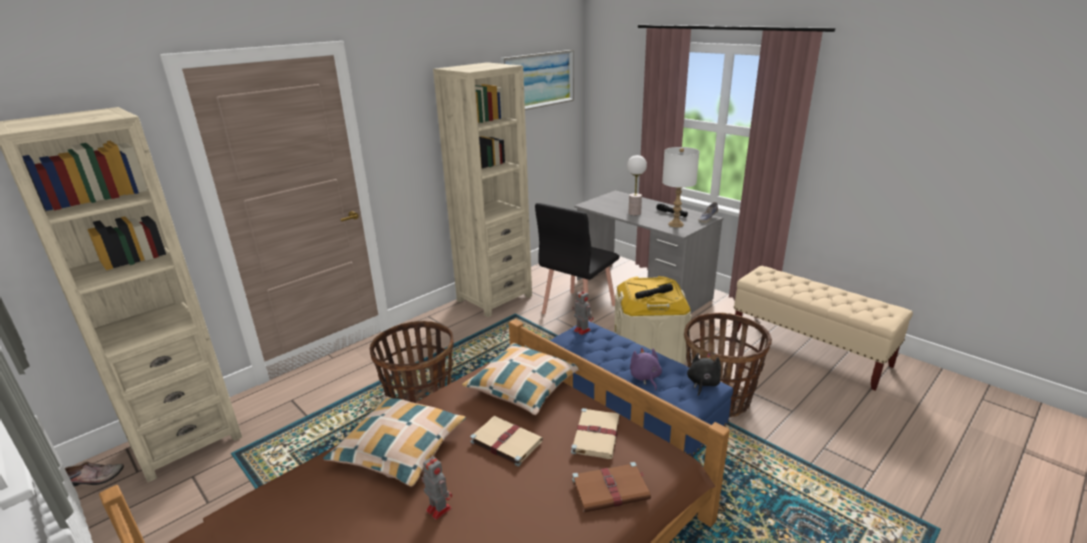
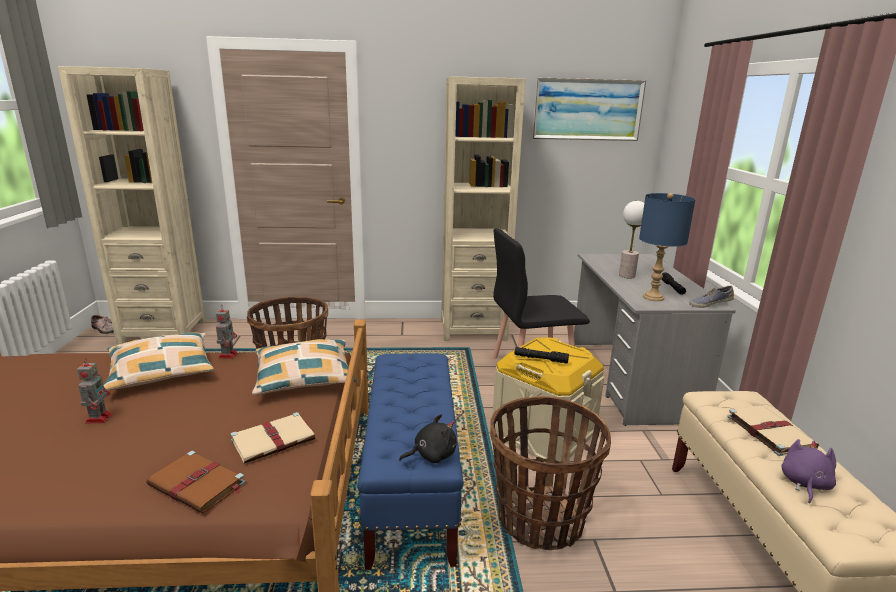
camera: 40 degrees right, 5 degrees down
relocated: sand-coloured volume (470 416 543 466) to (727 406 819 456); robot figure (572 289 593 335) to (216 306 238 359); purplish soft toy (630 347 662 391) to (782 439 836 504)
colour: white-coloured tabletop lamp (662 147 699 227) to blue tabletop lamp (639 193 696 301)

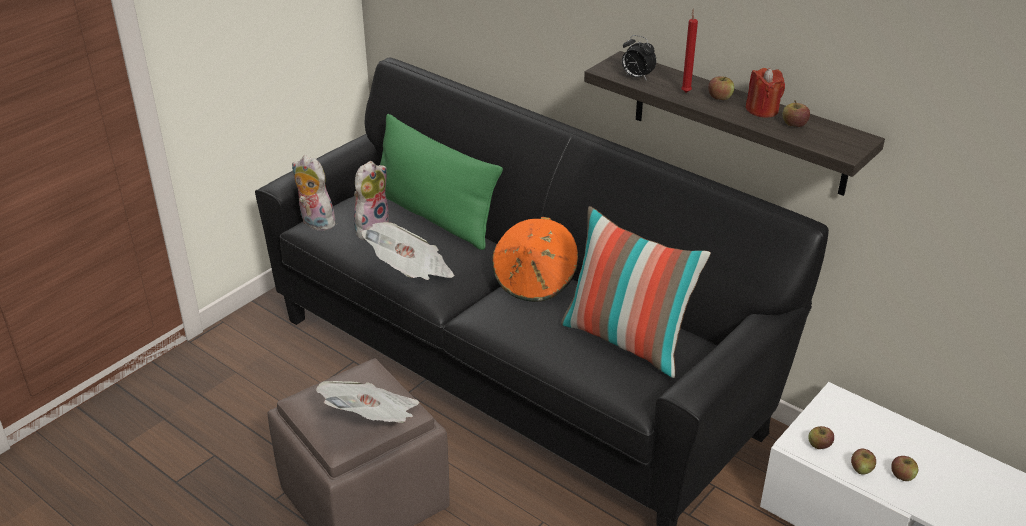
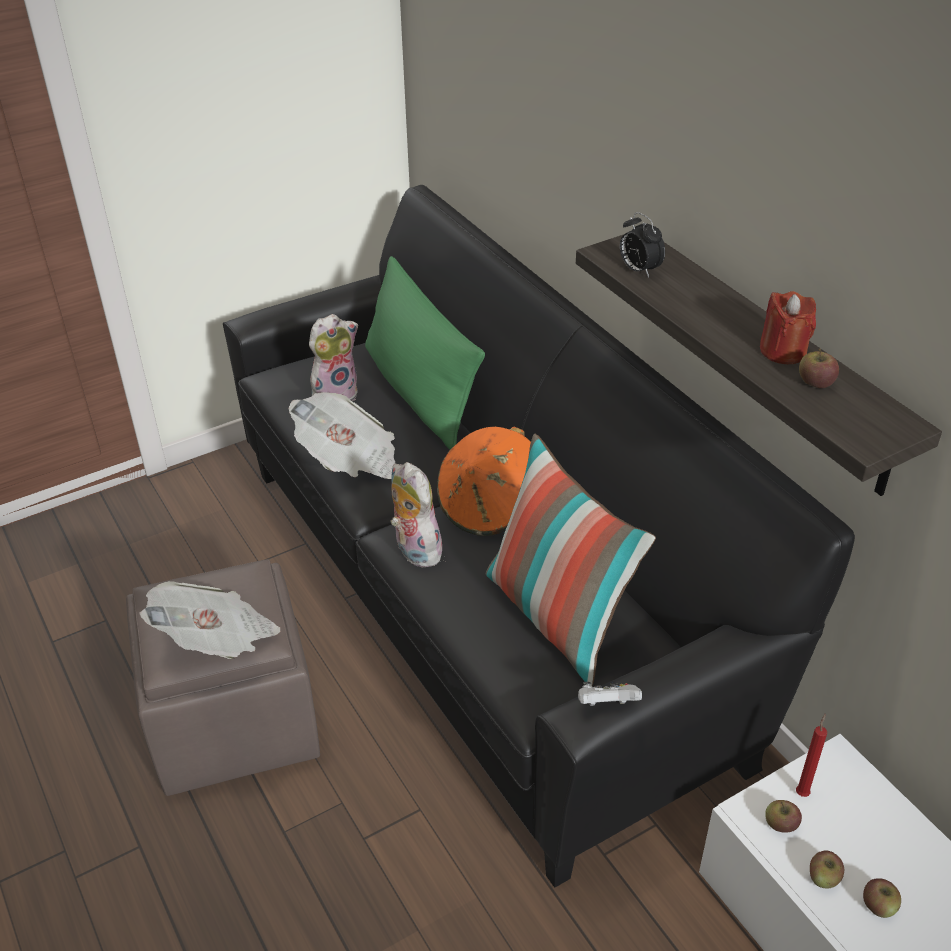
camera: 20 degrees right, 5 degrees up
missing: apple (708 76 734 100)
appeared: white-coloured game controller (578 682 642 706)
relocated: soft toy (292 155 337 231) to (391 462 442 567); red candle (681 9 698 93) to (796 714 827 797)

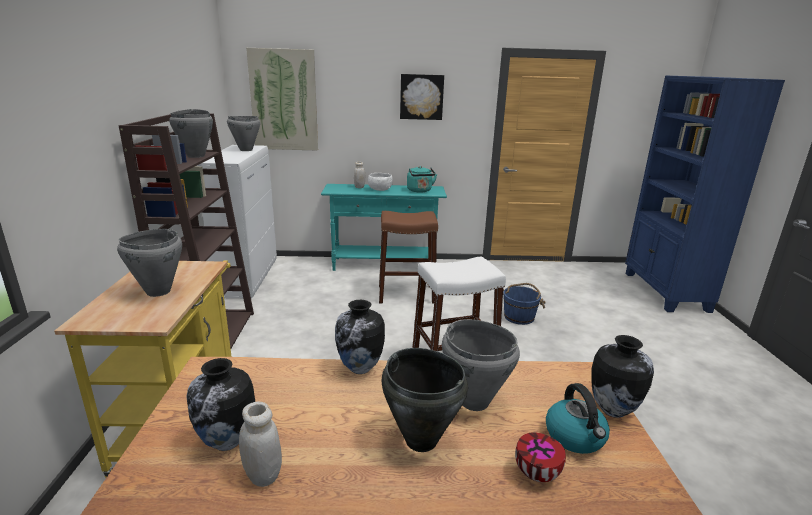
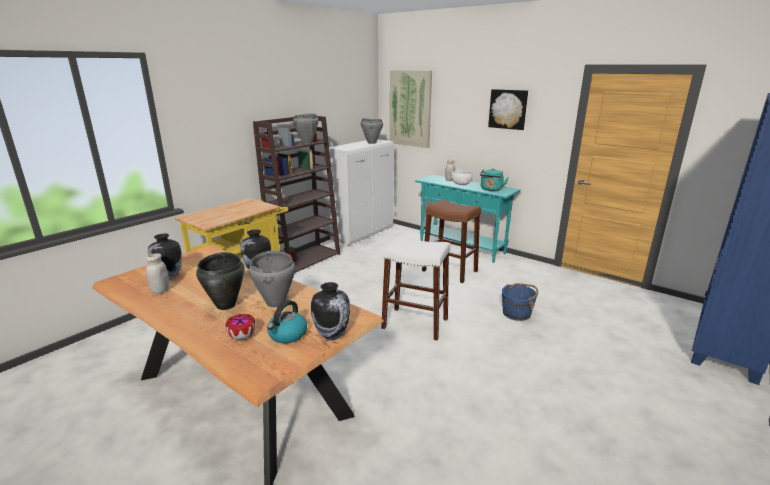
camera: 40 degrees right, 0 degrees up
missing: gray stockpot (117 229 182 297)

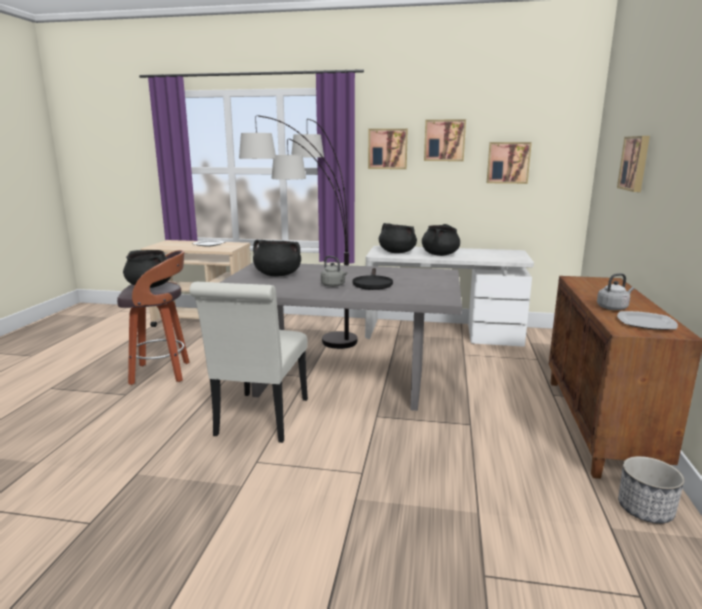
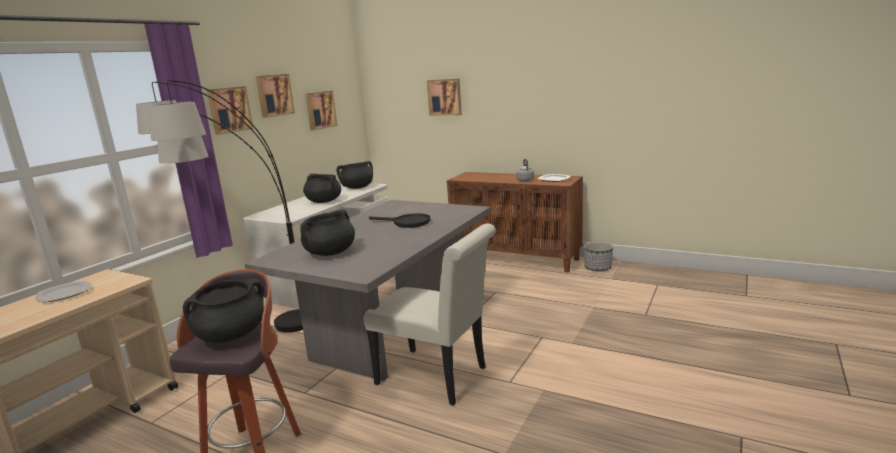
camera: 70 degrees left, 0 degrees up
missing: gray kettle (321 256 347 287)
relocated: black-coloured stockpot (379 223 417 253) to (336 161 373 189)

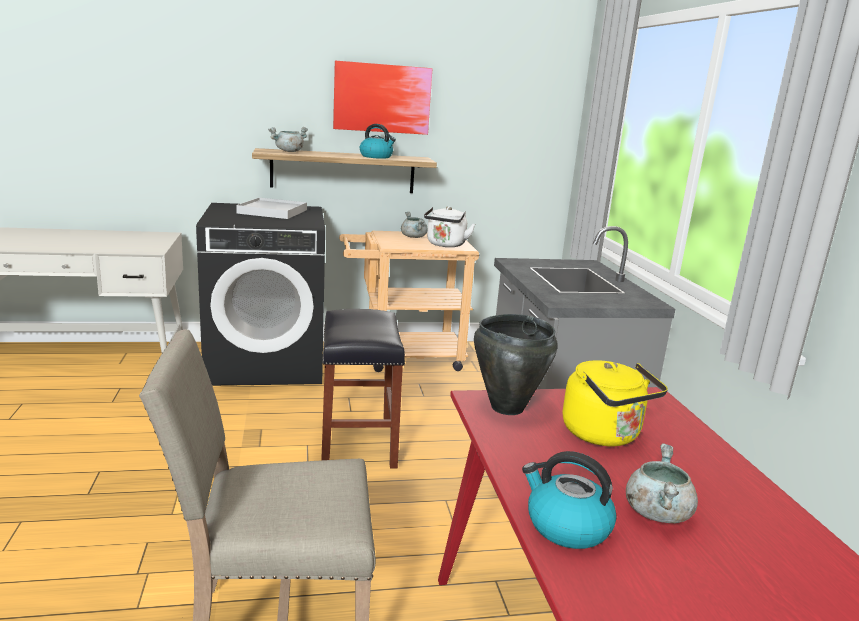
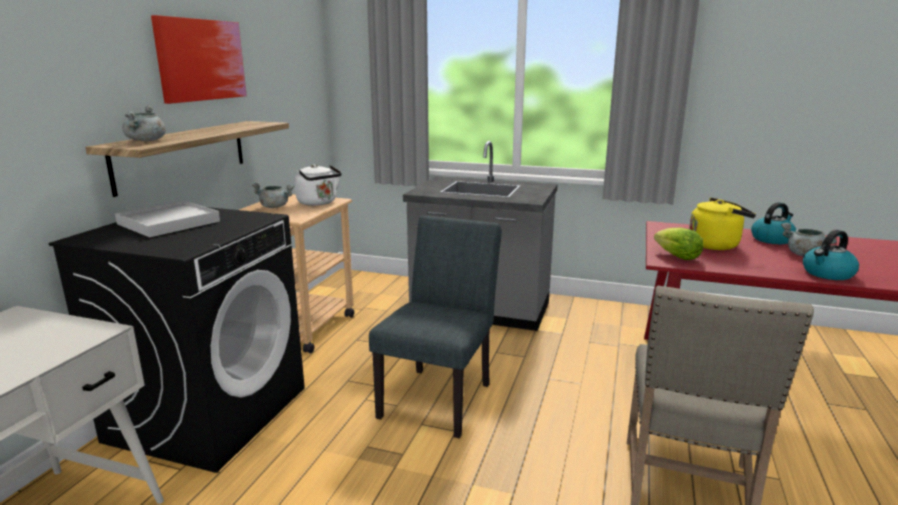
camera: 60 degrees left, 0 degrees up
relocated: kettle (360 124 396 159) to (751 202 796 244)
exchanged: black-coloured sitting stool (321 309 405 468) to gray chair (369 216 502 438); black-coloured stockpot (474 314 557 415) to lettuce (654 227 703 260)

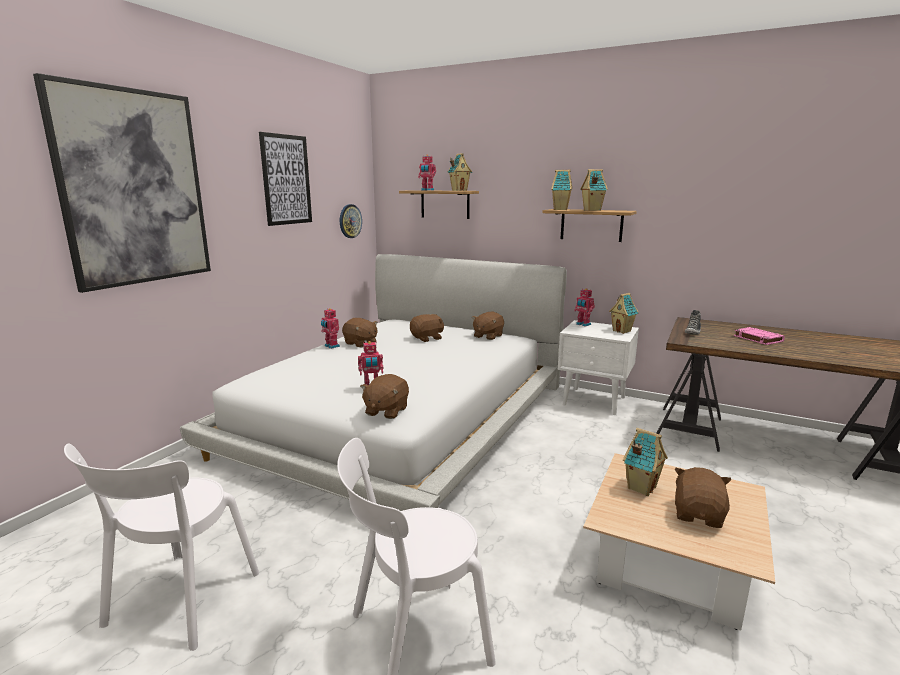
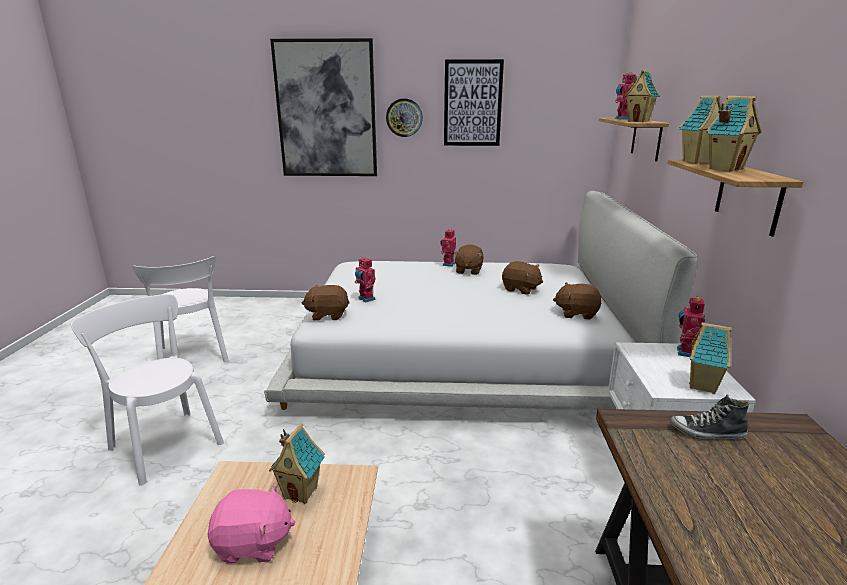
camera: 65 degrees right, 5 degrees up
missing: pinkish volume (734 327 785 345)
relocated: hanging clock (340 204 362 238) to (386 98 423 137)
colour: brownish soft toy (675 467 732 528) to pinkish soft toy (208 484 296 564)
spun: white-coloured chair (64 444 259 651) = (132 256 229 362) 105 degrees counterclockwise

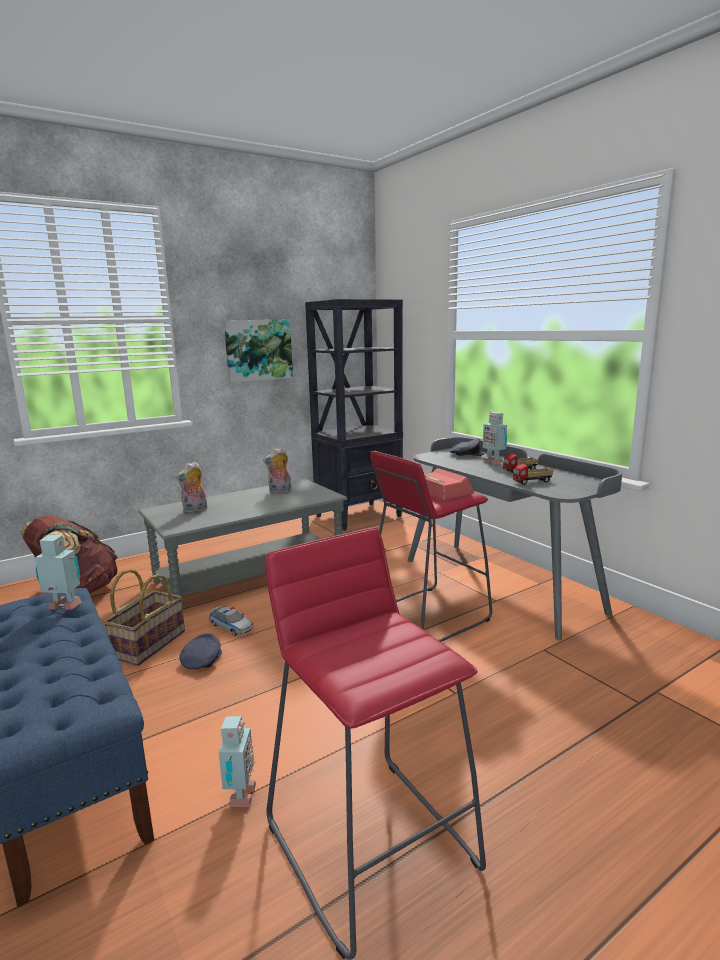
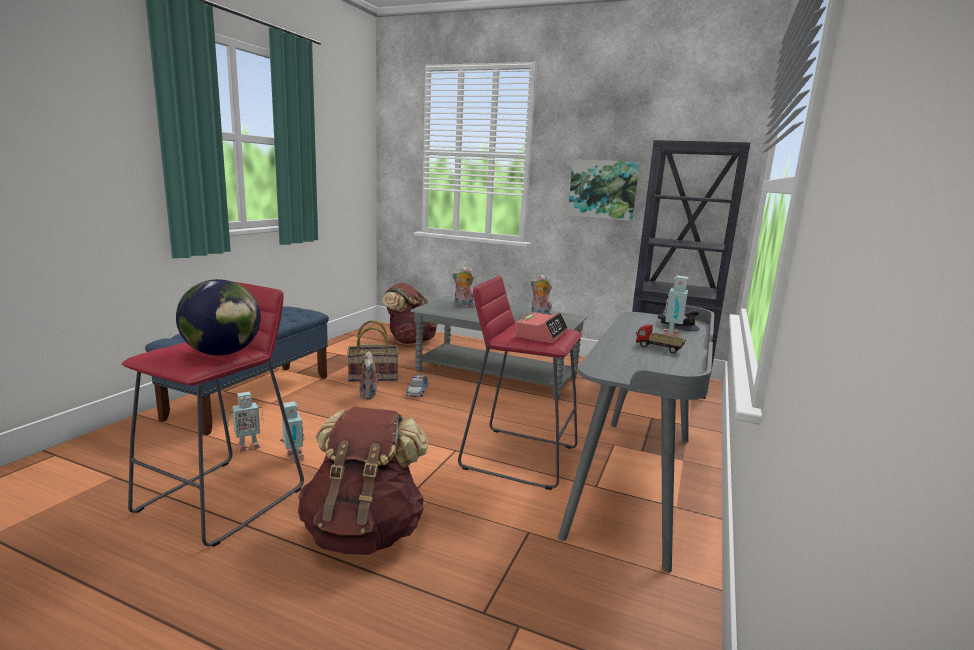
camera: 55 degrees right, 0 degrees up
missing: toy lorry (513 464 553 485)
appeared: desk globe (176 279 261 356); brownish rucksack (298 407 428 555)
relocated: robot figure (35 535 82 610) to (280 401 305 463)
exchanged: gray cap (179 633 222 670) to soft toy (359 351 380 399)

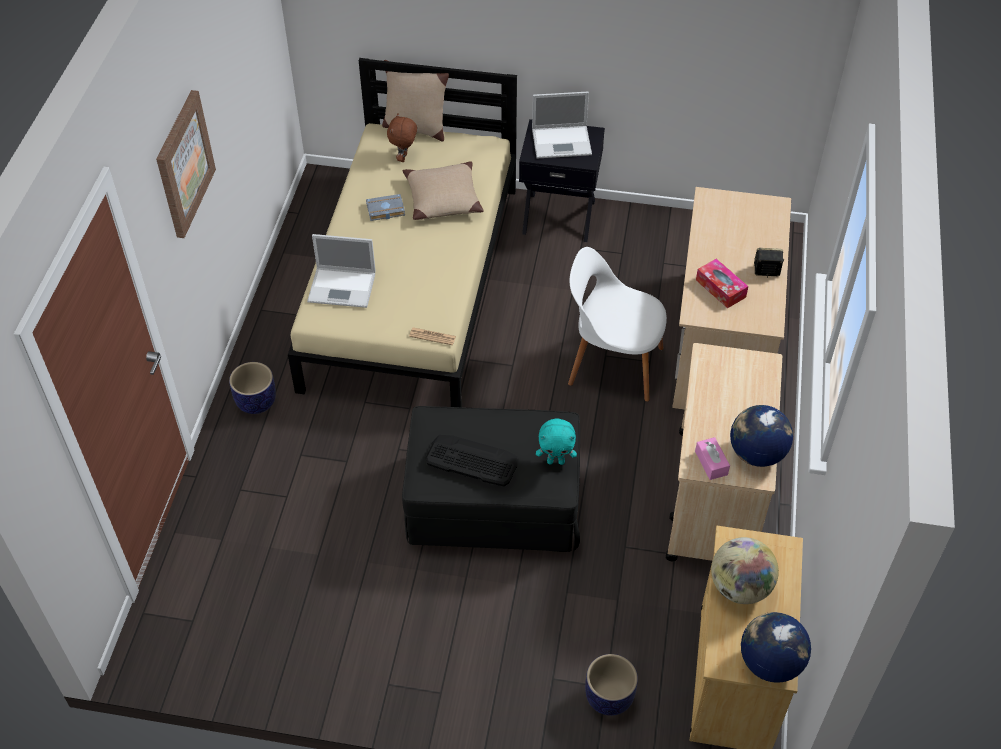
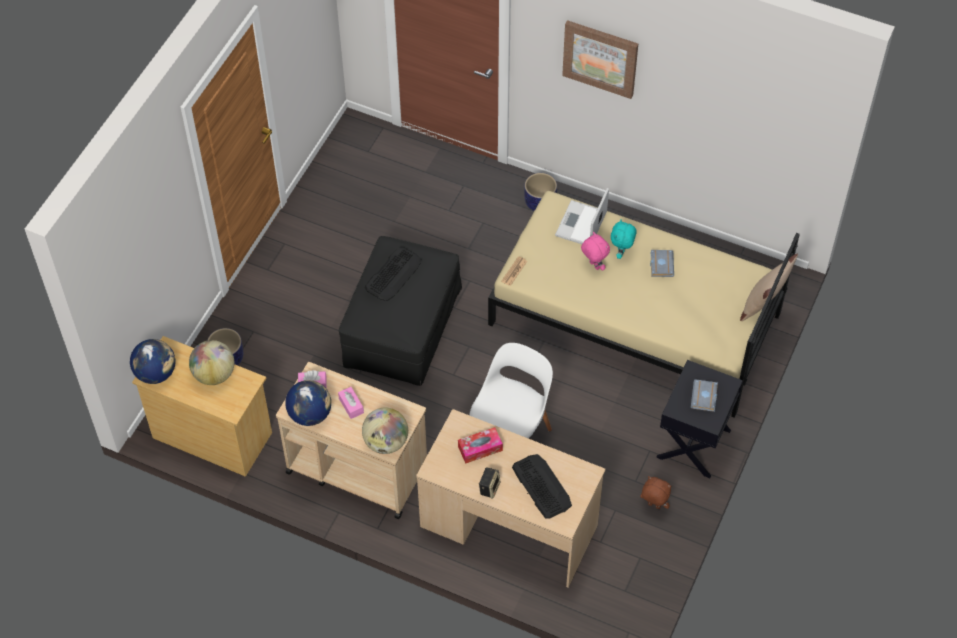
camera: 105 degrees right, 5 degrees up
missing: sand-coloured throw pillow (403 161 484 220)
appeared: pinkish tissue holder (338 387 364 419); desk globe (362 408 408 454); keyboard (512 454 572 519); pinkish soft toy (581 232 610 271)
relocated: brownish soft toy (387 113 417 162) to (640 476 672 509); blue-green soft toy (536 418 577 465) to (611 219 637 259)
exchanged: laptop (532 92 592 158) to gray volume (691 379 718 412)

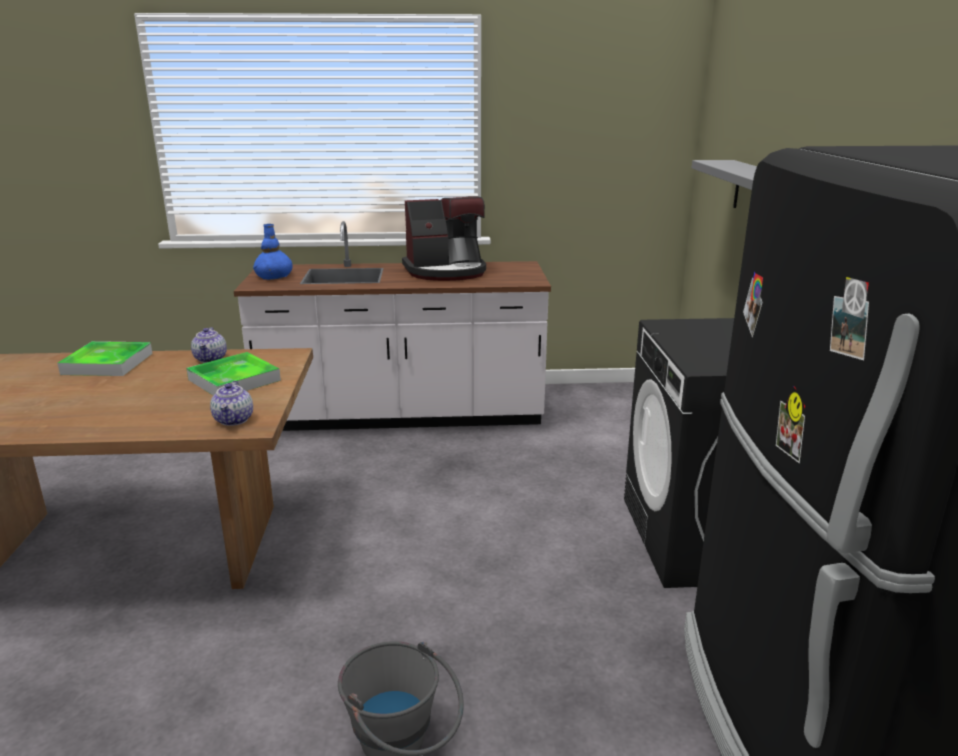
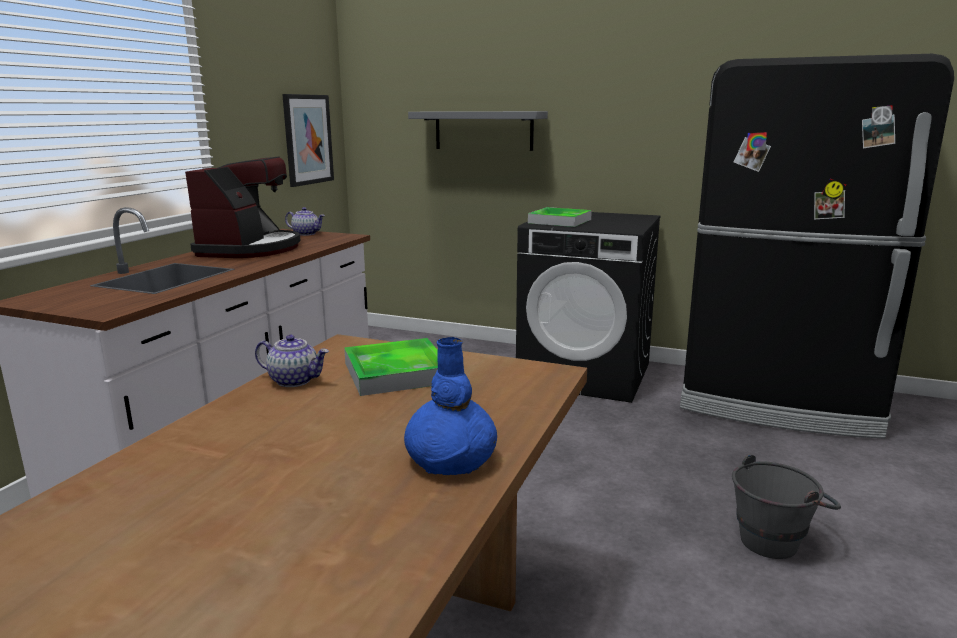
camera: 65 degrees left, 5 degrees down
appeared: wall picture (282 94 334 187)
relocated: serving tray (57 341 153 376) to (528 207 592 227); teapot (210 381 253 426) to (285 207 325 236); blue vase (253 224 293 280) to (404 337 497 475)

